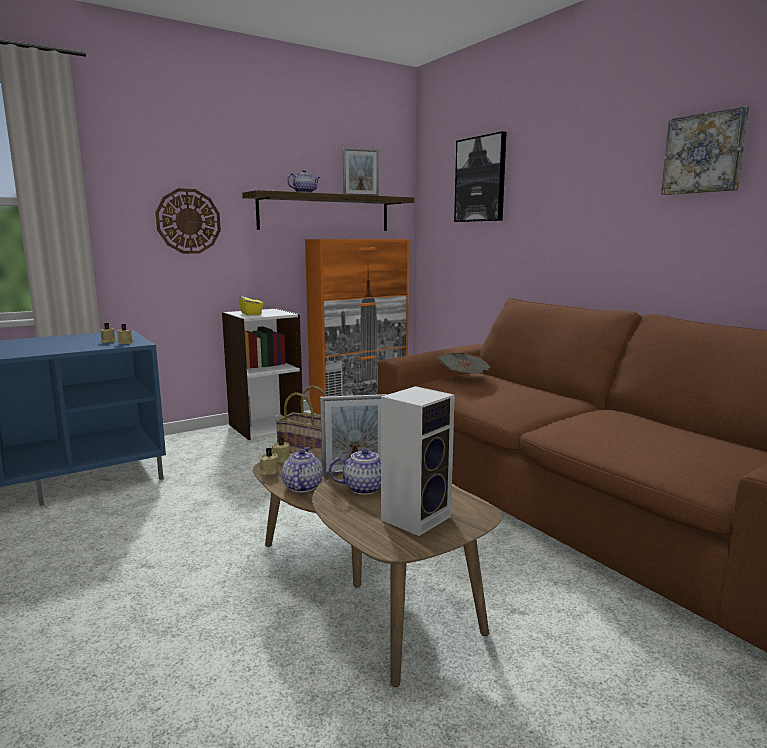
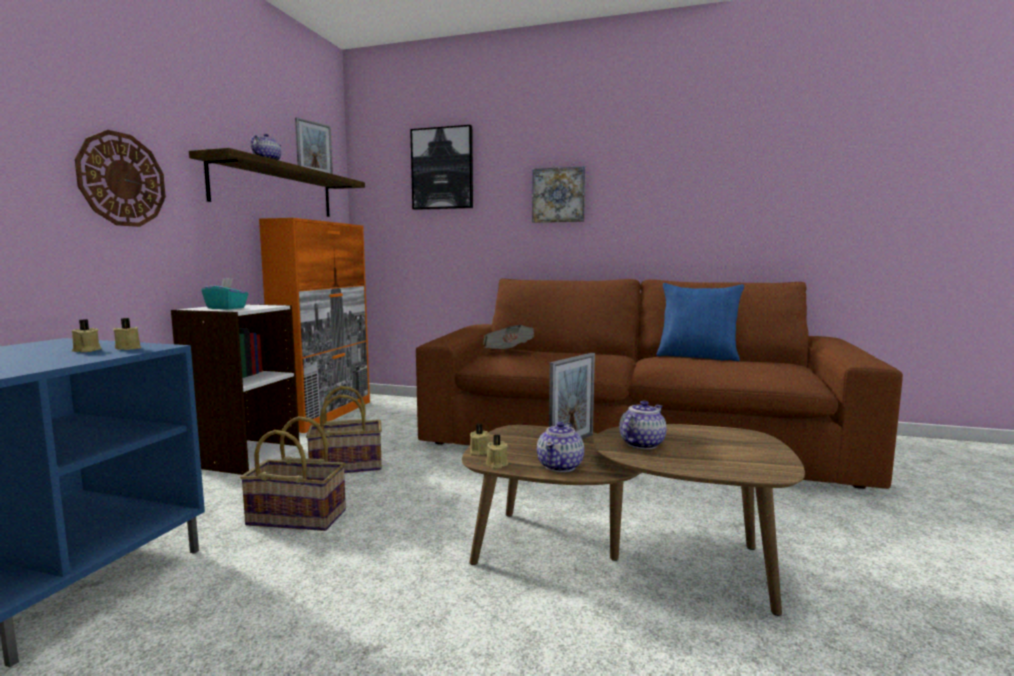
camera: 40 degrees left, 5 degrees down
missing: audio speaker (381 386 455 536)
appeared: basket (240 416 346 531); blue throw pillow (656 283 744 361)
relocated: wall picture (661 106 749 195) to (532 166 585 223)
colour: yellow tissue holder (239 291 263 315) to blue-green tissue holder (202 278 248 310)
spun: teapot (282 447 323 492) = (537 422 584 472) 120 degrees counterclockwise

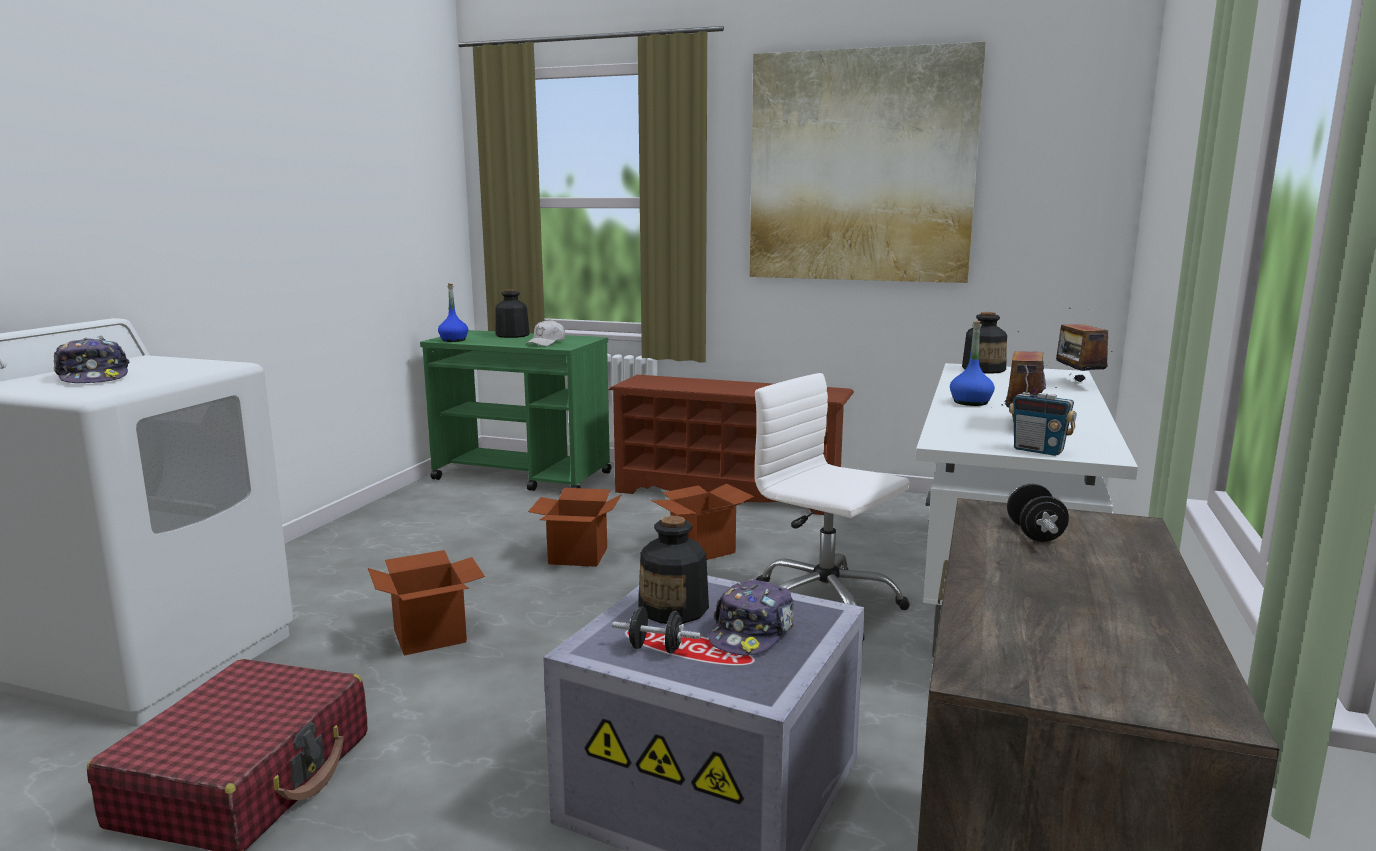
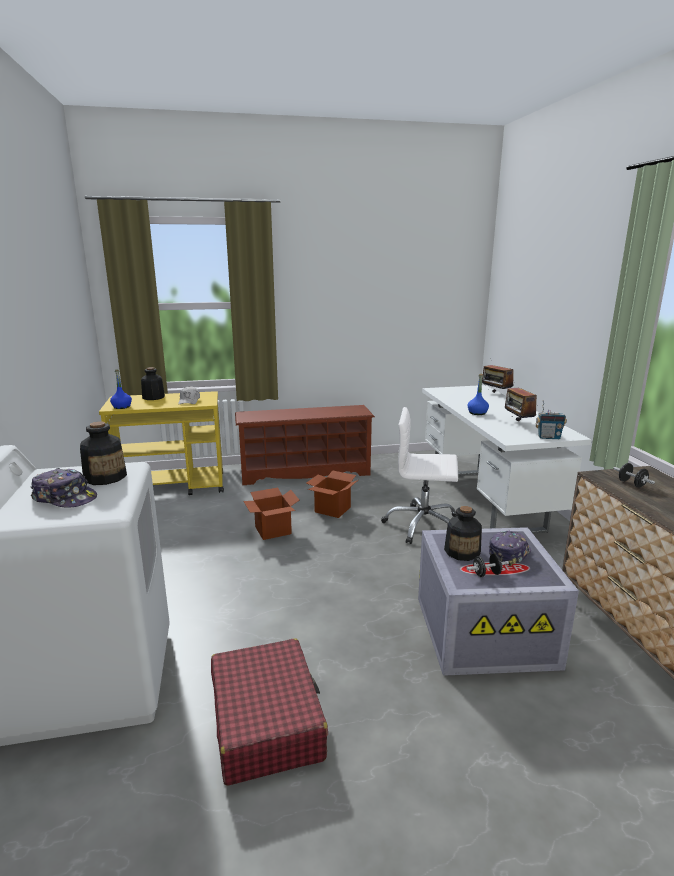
camera: 30 degrees left, 5 degrees up
missing: cardboard box (368 550 485 656); wall picture (750 42 986 283)
relocated: bottle (962 312 1007 374) to (80 421 127 485)
colour: green-coloured trolley (420 330 612 491) to yellow trolley (99 391 224 495)
spun: cap (709 578 794 656) = (489 531 531 566) 135 degrees counterclockwise

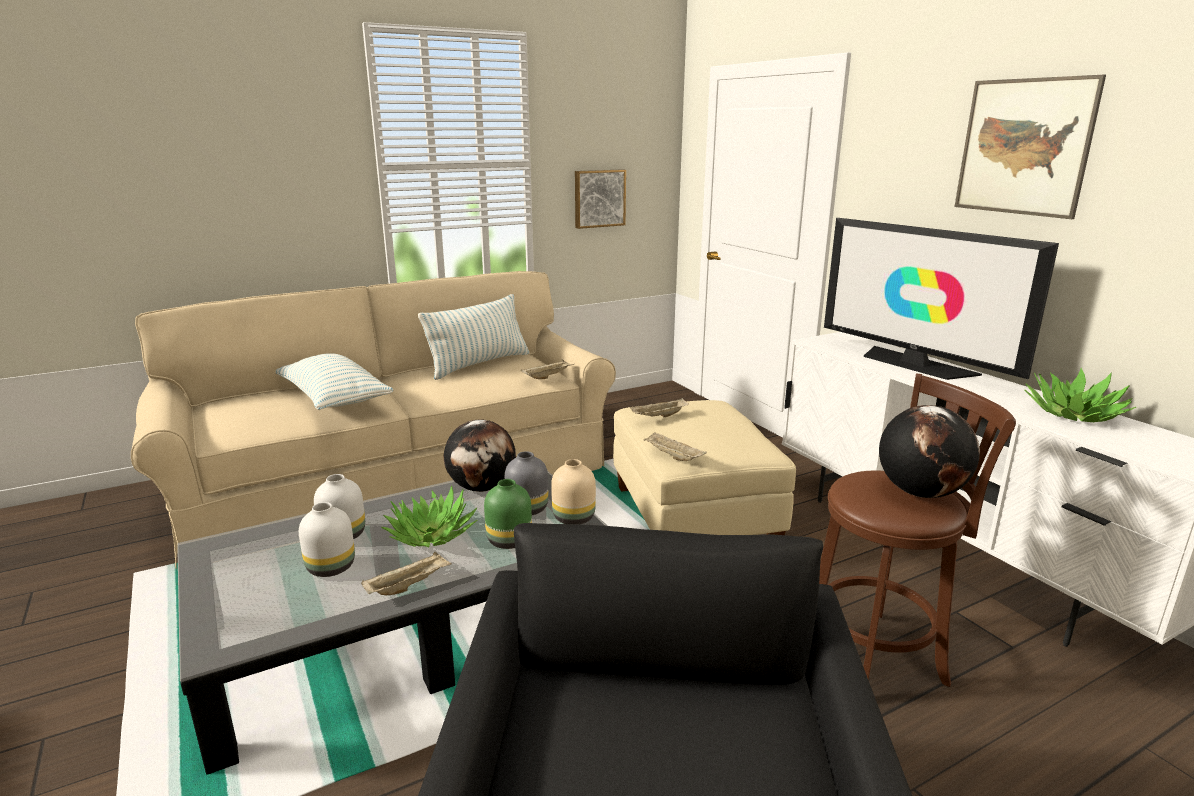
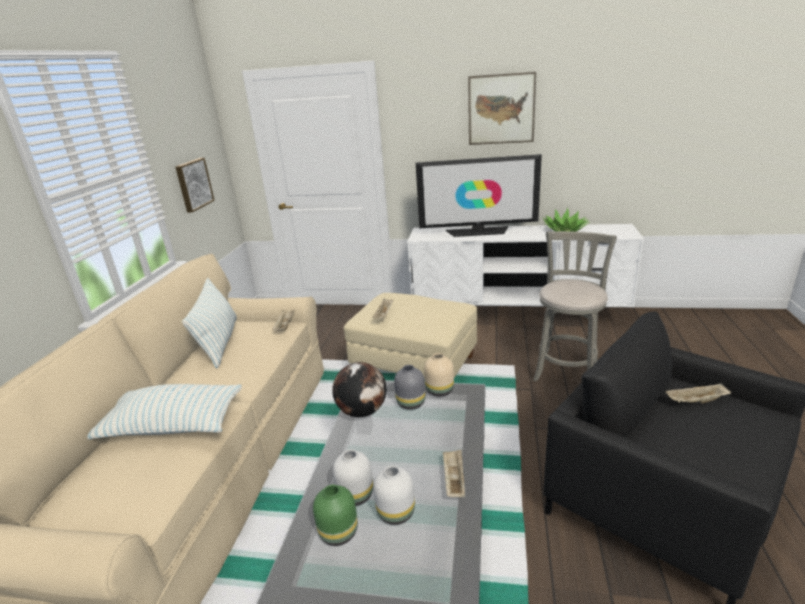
camera: 50 degrees left, 5 degrees up
missing: houseplant (381 485 477 547); desk globe (879 405 980 498)
relocated: green-coloured vase (484 479 532 549) to (313 485 358 546); sand-coloured serving tray (644 432 707 461) to (666 383 731 403)
colour: brownish sitting stool (819 373 1016 687) to gray sitting stool (533 231 617 382)

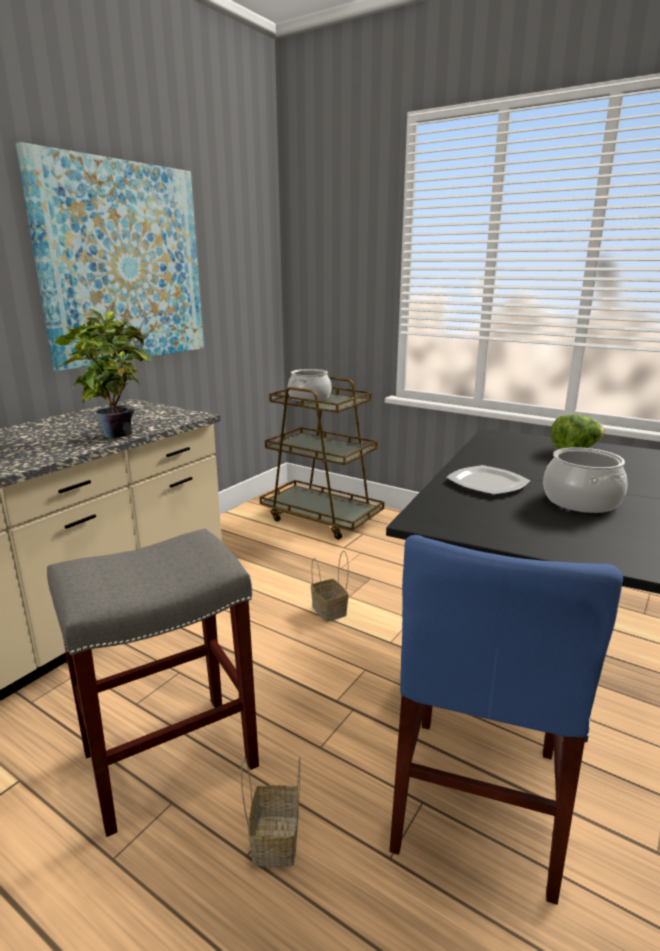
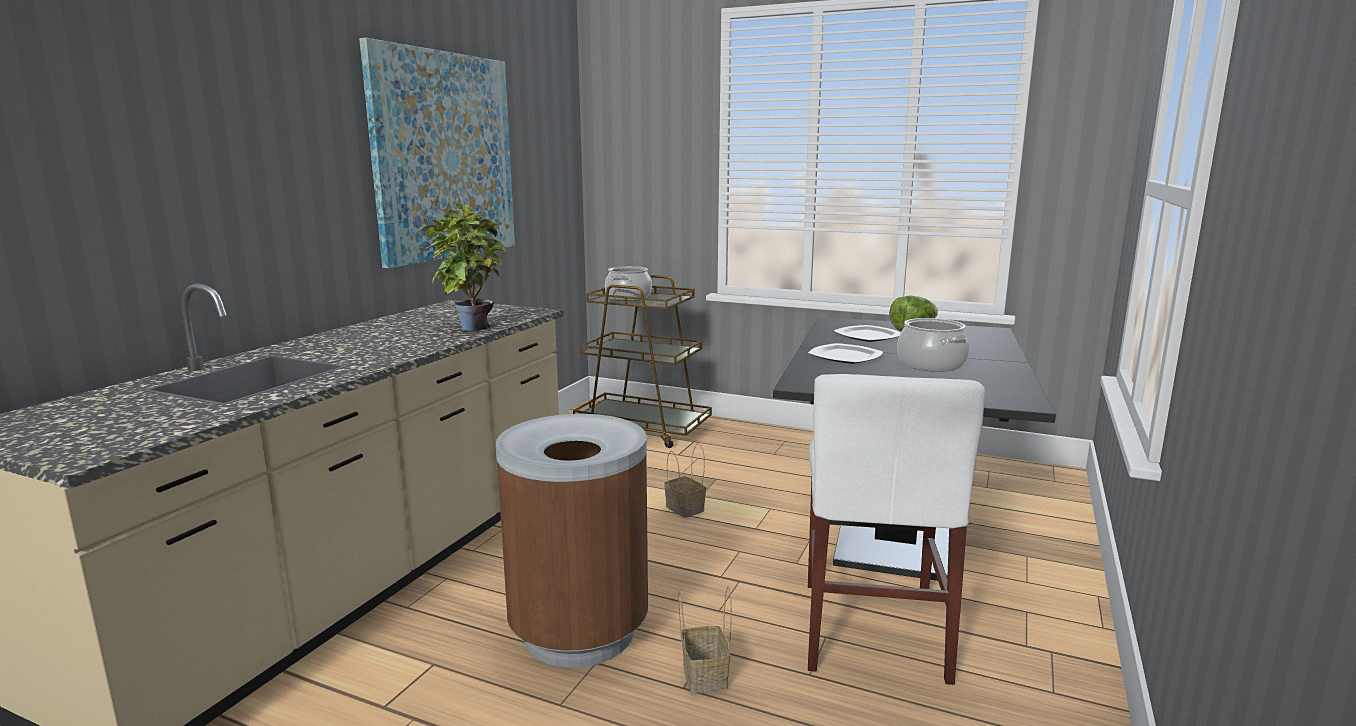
camera: 10 degrees left, 5 degrees down
appeared: plate (834 325 901 342)
exchanged: gray sitting stool (47 529 259 837) to brownish waste bin (496 414 648 668)
colour: blue chair (389 535 623 905) to white-coloured chair (808 374 985 685)

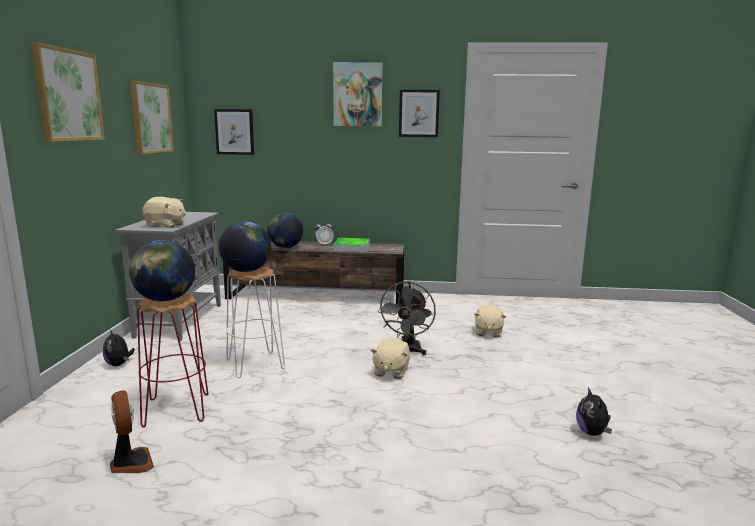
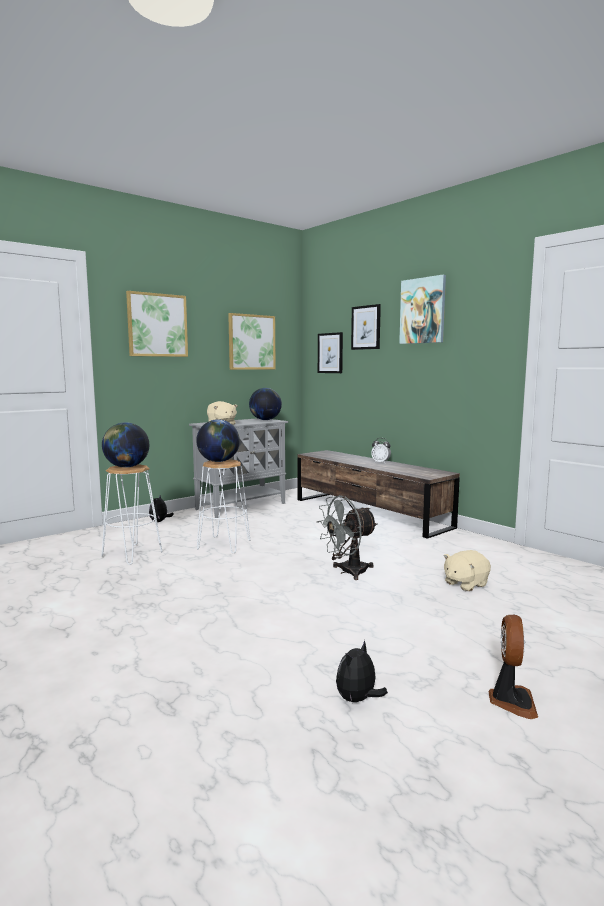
camera: 45 degrees right, 5 degrees down
missing: serving tray (334 238 370 252); sand-coloured soft toy (371 338 410 379)
relocated: fan (110 390 154 473) to (488 615 538 719); desk globe (267 213 303 248) to (249 388 282 420); wall picture (399 90 440 137) to (351 304 381 350)
colour: red sitting stool (137 294 209 428) to white-coloured sitting stool (101 464 162 565)

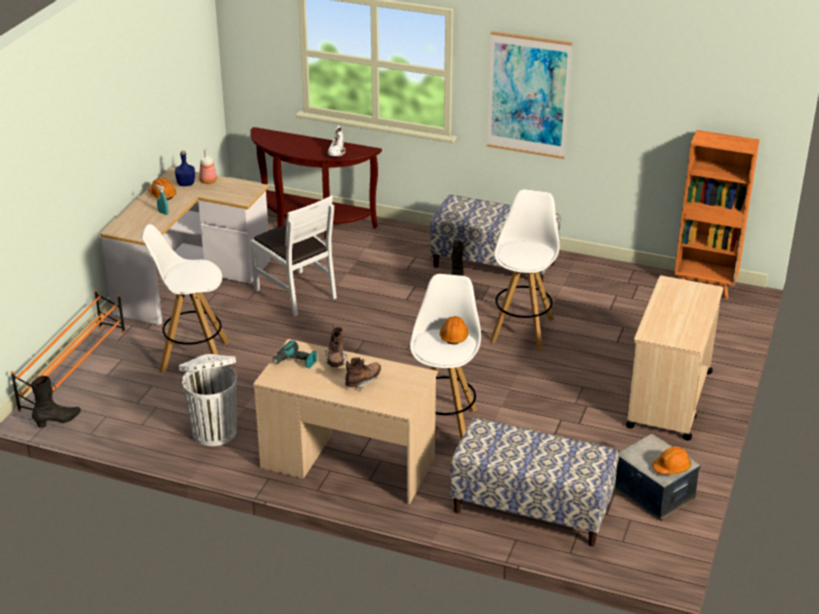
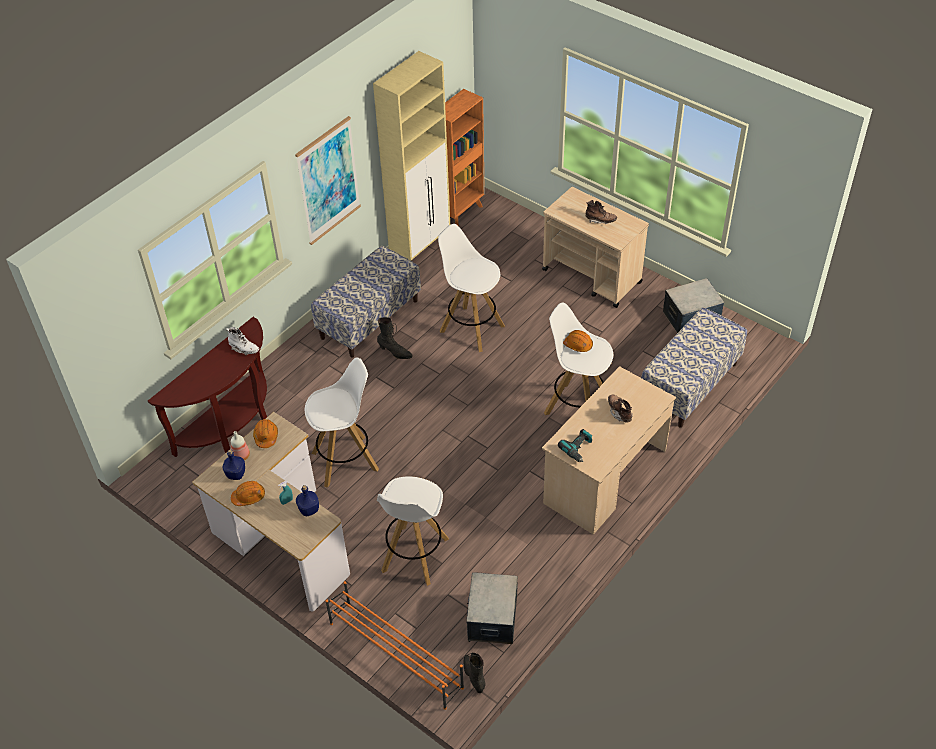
camera: 70 degrees left, 15 degrees up
missing: white-coloured waste bin (179 354 237 446)
appeared: blue bottle (296 485 319 516); sand-coloured cupboard (373 51 450 261); storage container (466 572 518 644)
relocated: brownish tall boot (325 325 347 367) to (585 200 617 225); orange-coloured hard hat (652 447 691 475) to (253 419 278 448)
exchanged: white-coloured chair (250 196 337 316) to white-coloured sitting stool (305 357 379 488)

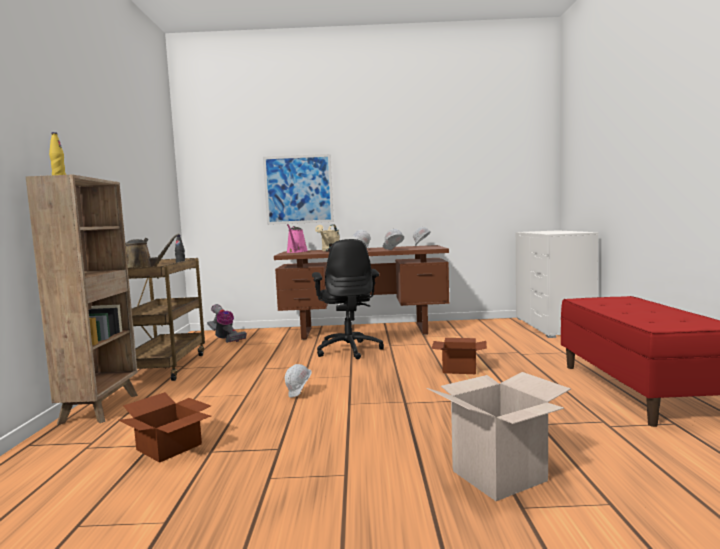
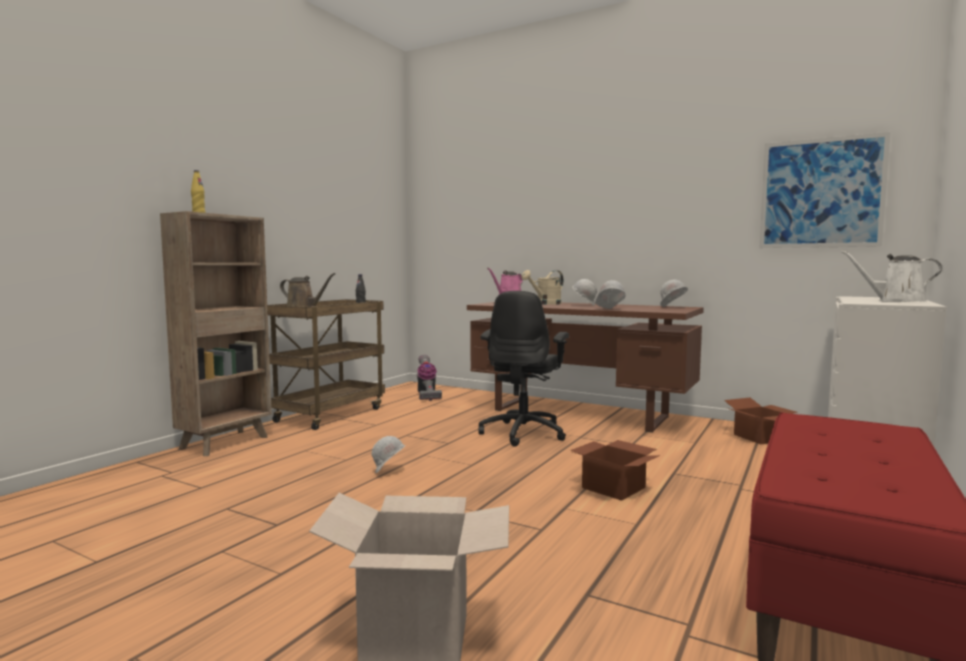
camera: 30 degrees right, 0 degrees up
appeared: white-coloured watering pot (840 250 942 302)
relocated: cardboard box (119 392 211 463) to (724 398 797 444); wall picture (263 154 334 225) to (760 132 891 248)

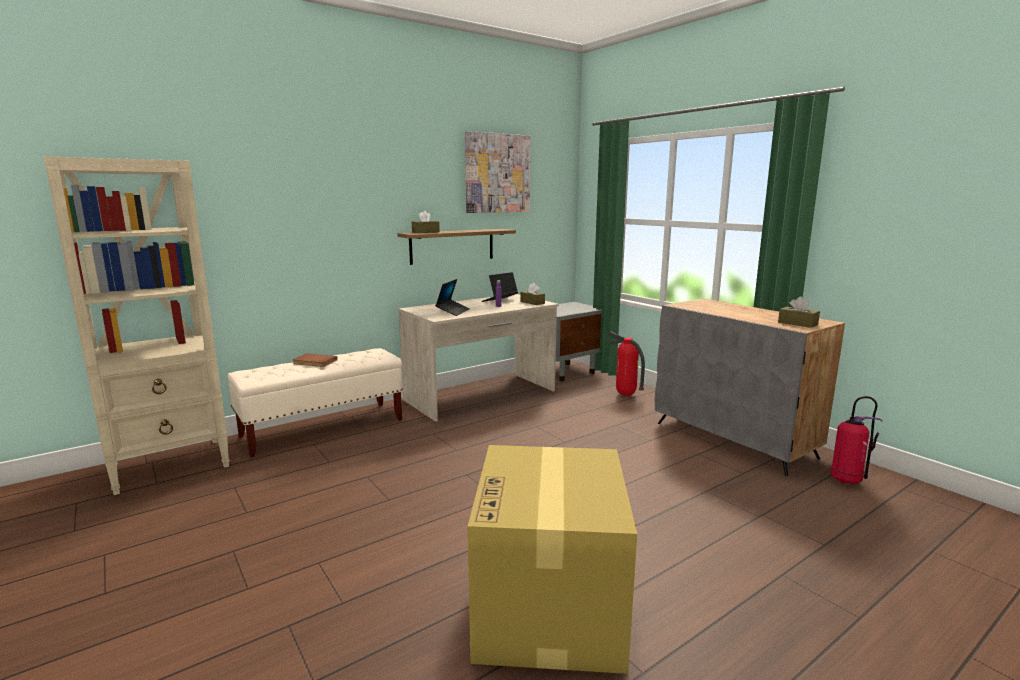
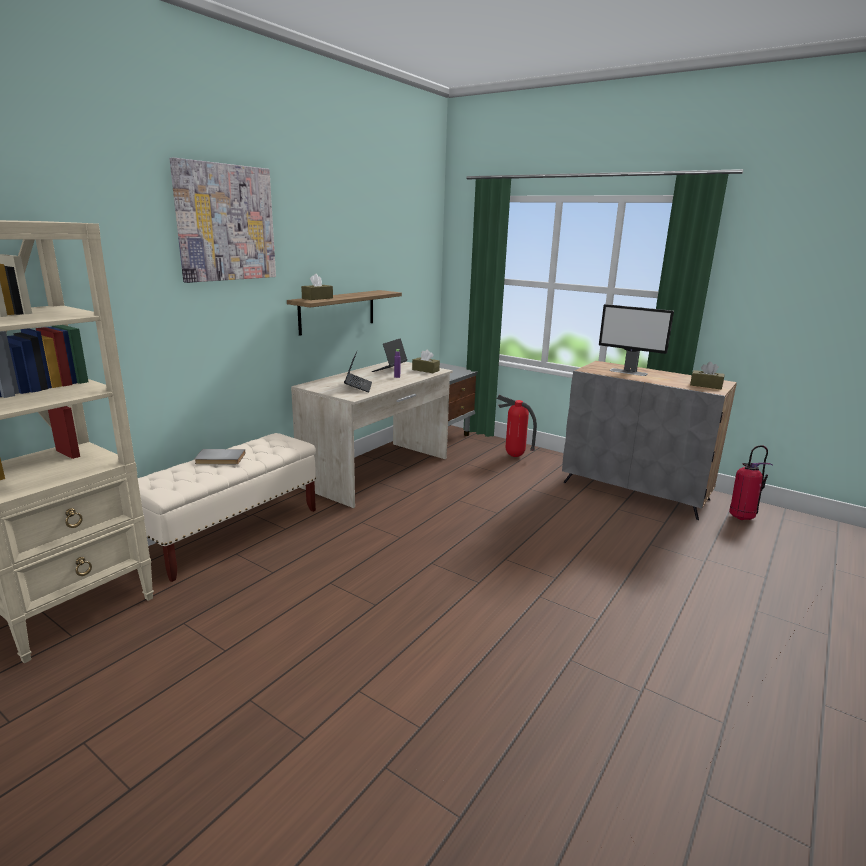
camera: 20 degrees left, 5 degrees up
missing: cardboard box (467 445 637 674)
appeared: monitor (599 304 674 376)
relocated: wall picture (465 131 530 213) to (170 158 276 283)
colour: brownish volume (293 353 338 367) to gray volume (194 449 245 464)

